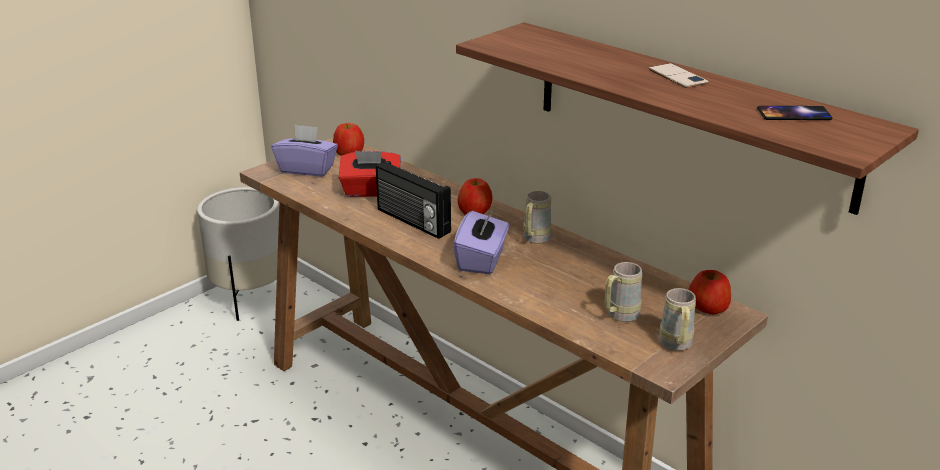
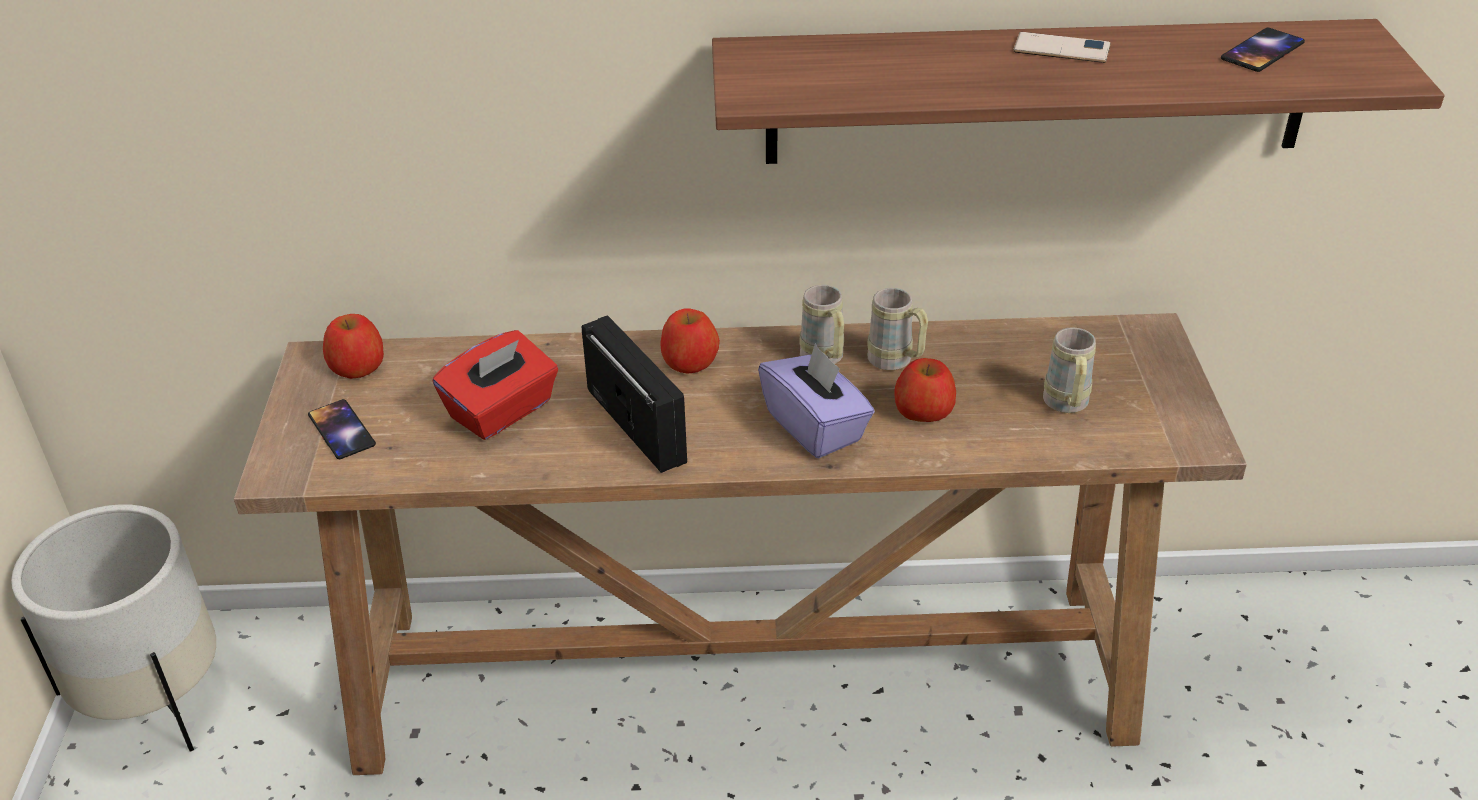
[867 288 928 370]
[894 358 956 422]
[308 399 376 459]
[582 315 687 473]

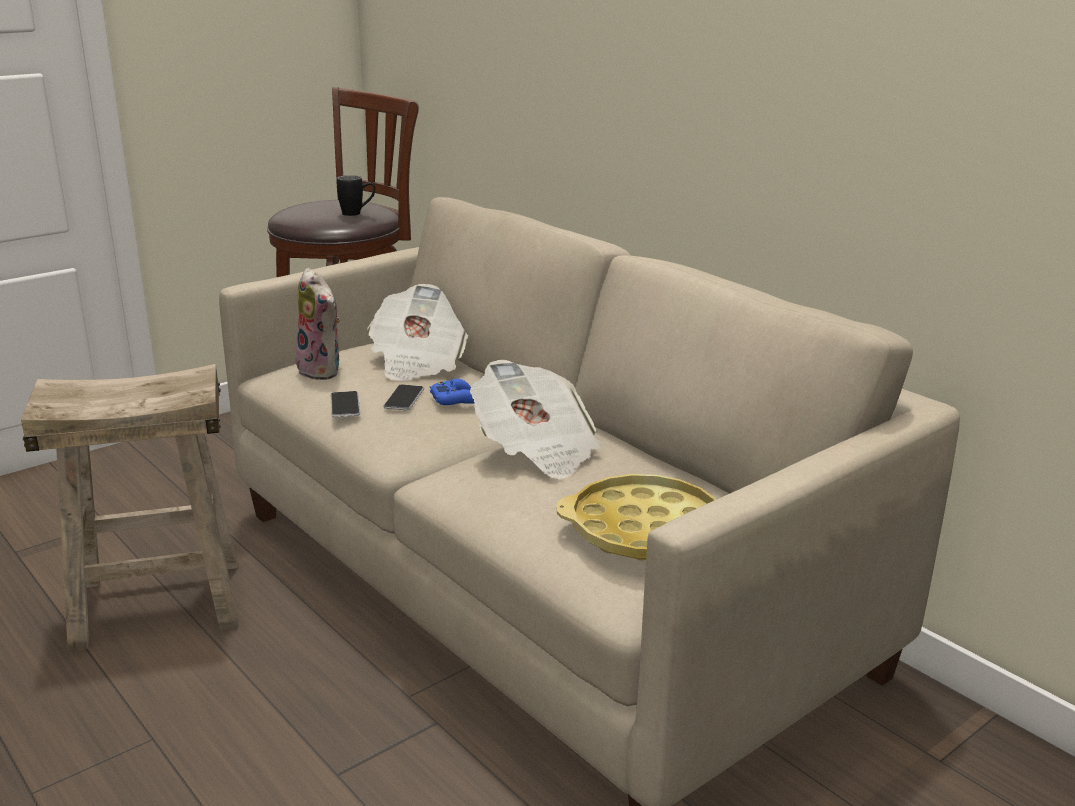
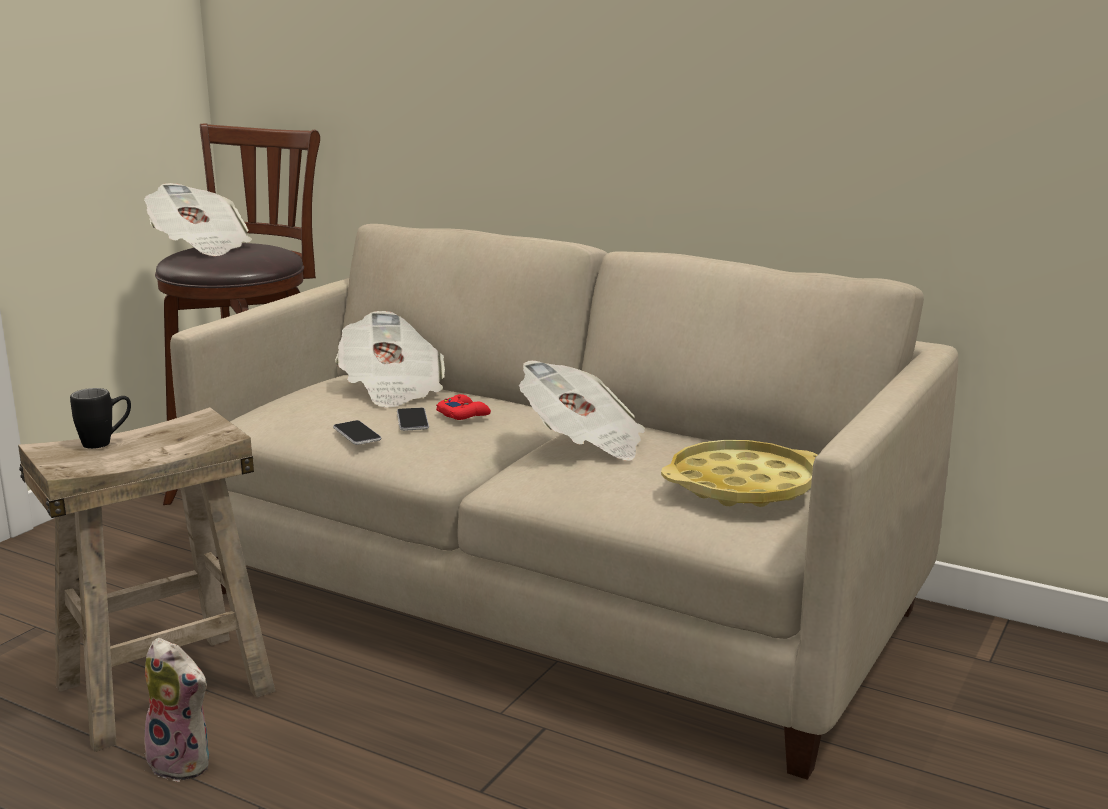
[144 183 252 256]
[144 638 209 782]
[70 388 131 449]
[436 394 491 420]

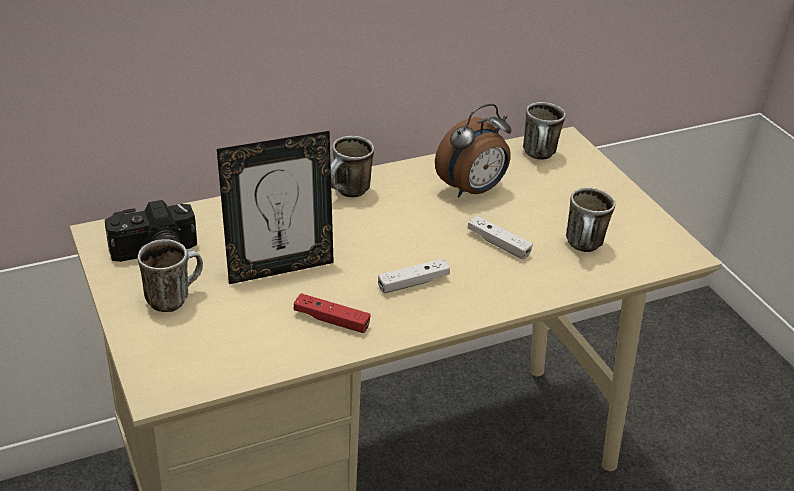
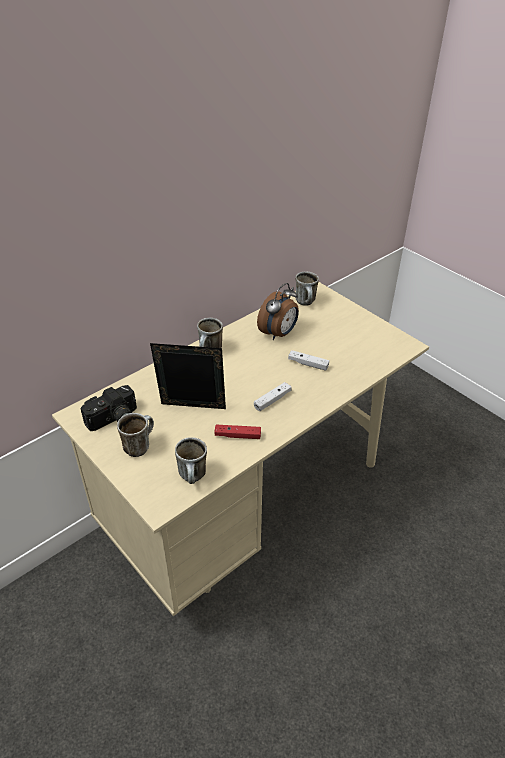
[175 437 207 484]
[150 343 226 409]

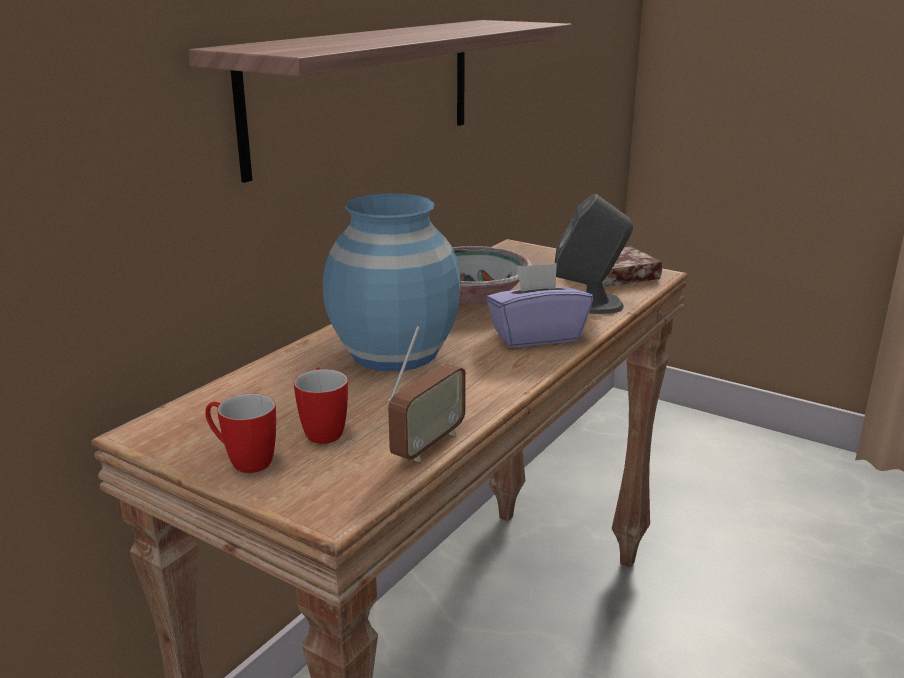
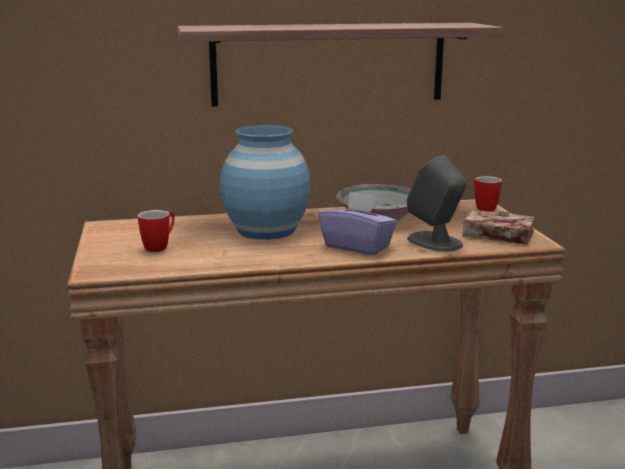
[388 326 466 462] (first image)
[474 176 502 212]

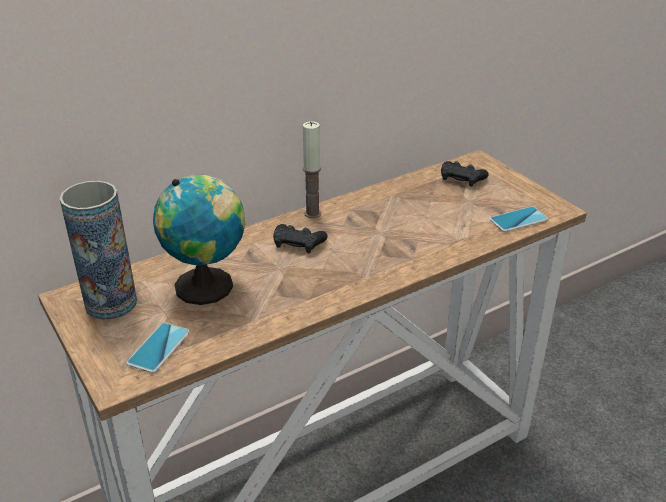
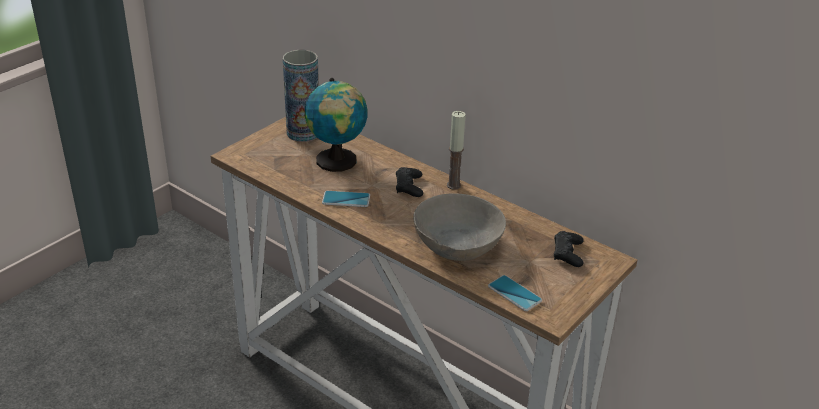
[413 193 506 261]
[322 191 370 207]

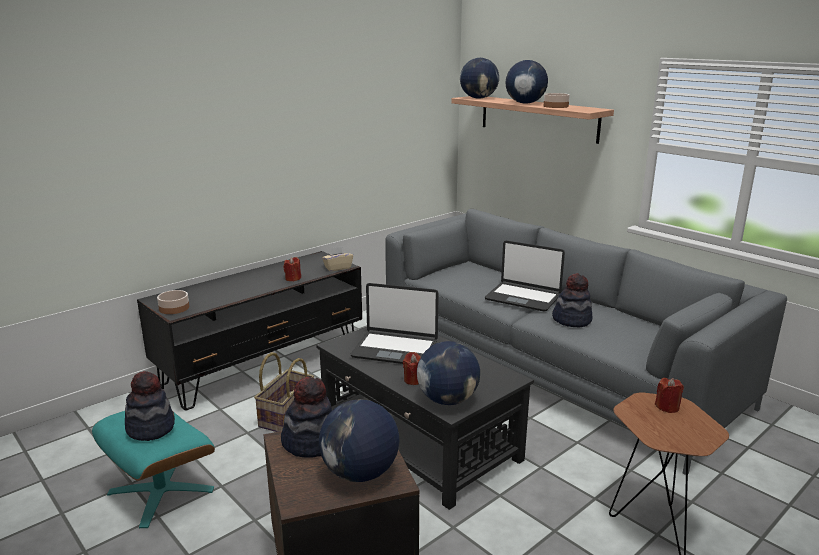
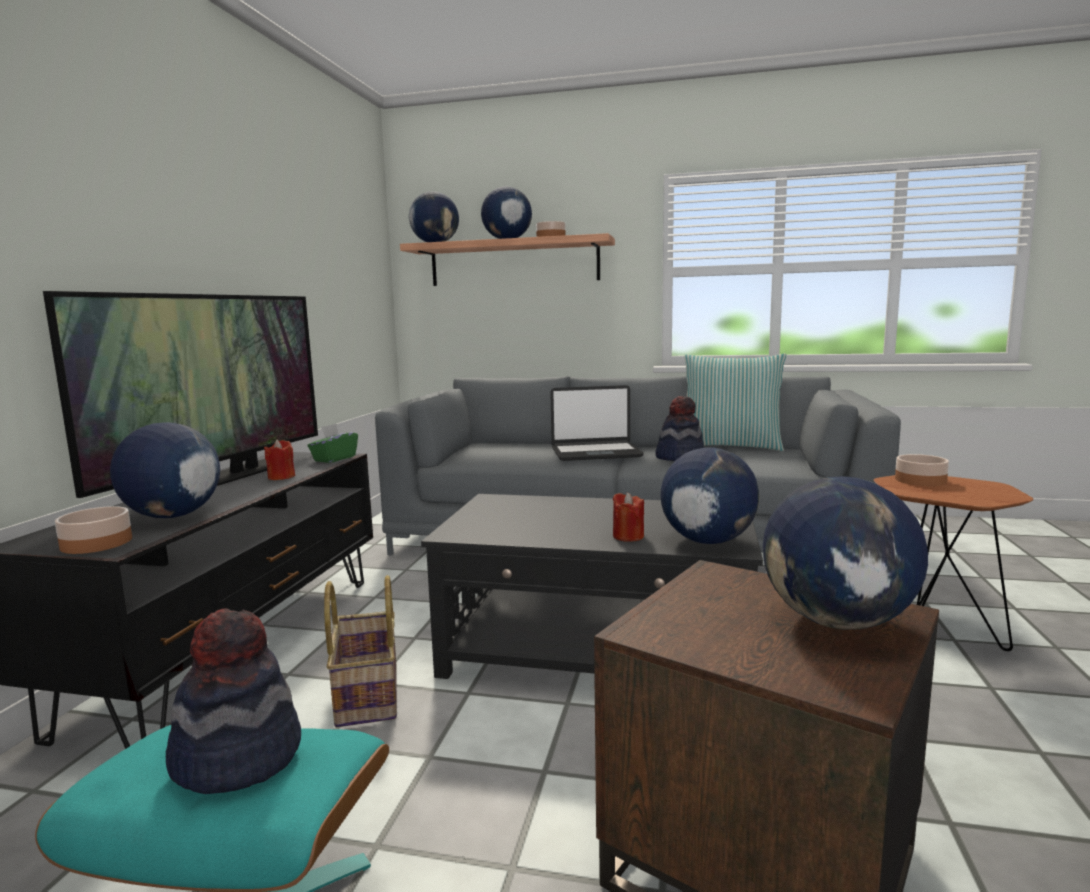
[281 377 332 458] (first image)
[351 283 439 364] (first image)
[43 291 318 498]
[110 422 220 518]
[684 354 786 451]
[895 454 949 486]
[308 424 358 463]

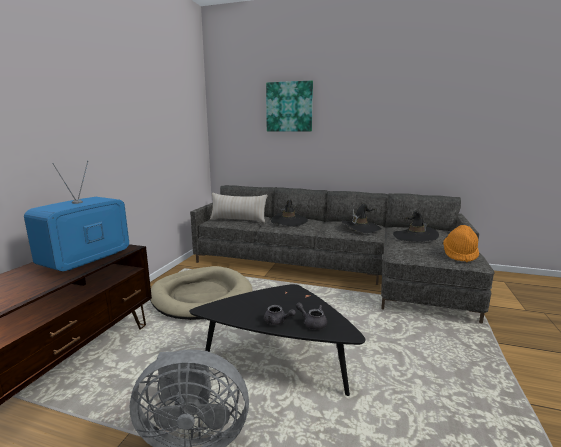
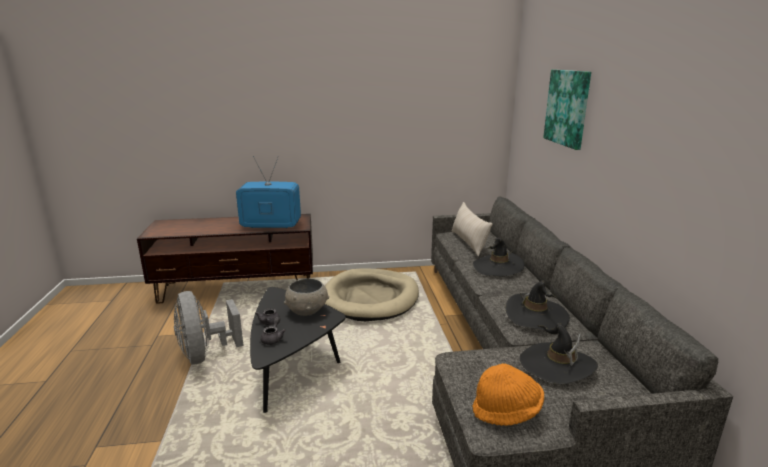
[284 279 329 316]

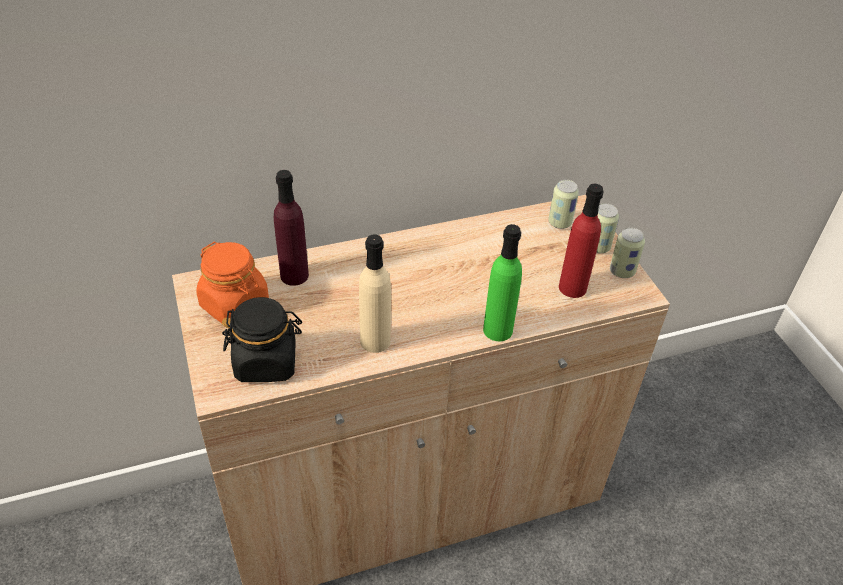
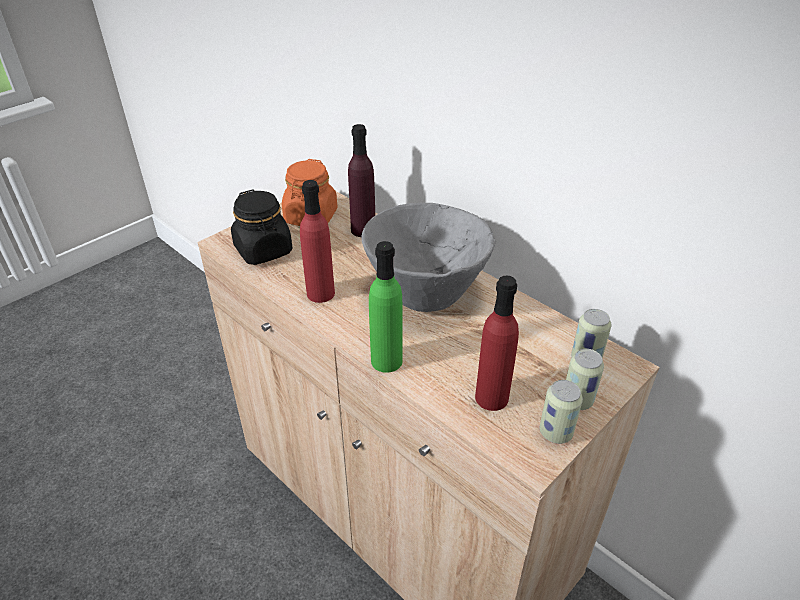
[361 203 496 312]
[300 180 335 303]

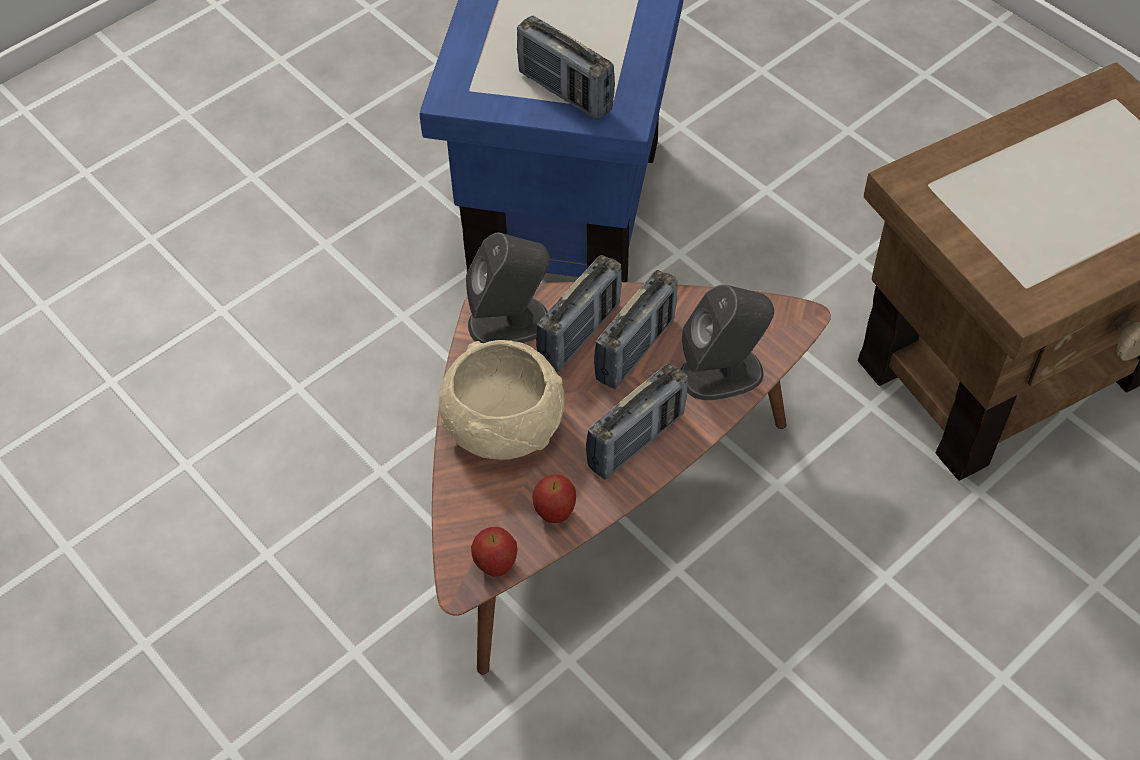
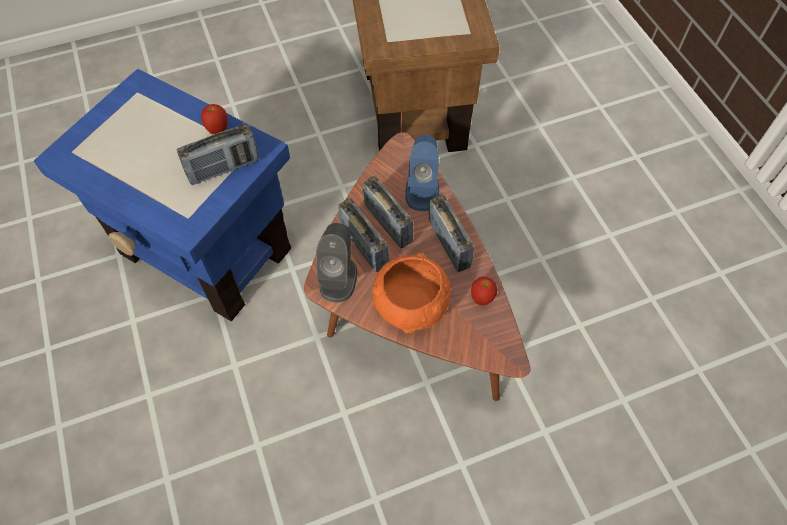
[201 104 228 135]
[372 253 451 333]
[405 134 439 211]

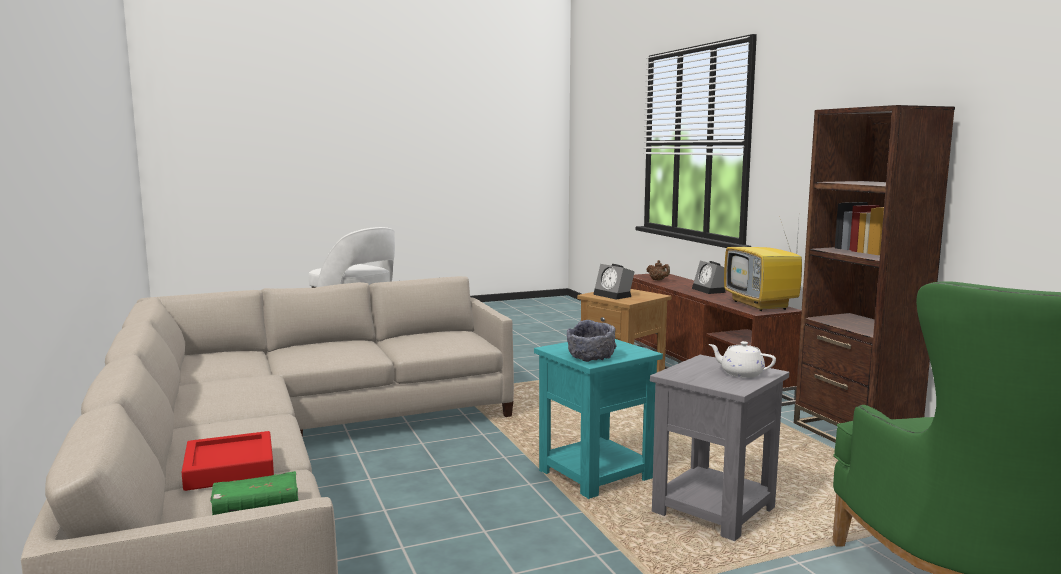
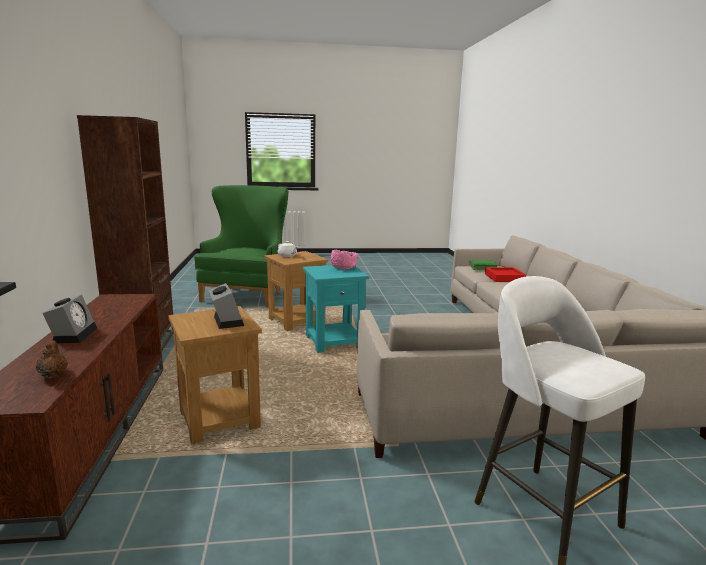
[724 219 802 311] (first image)
[331 250 358 270]
[265 251 328 331]

